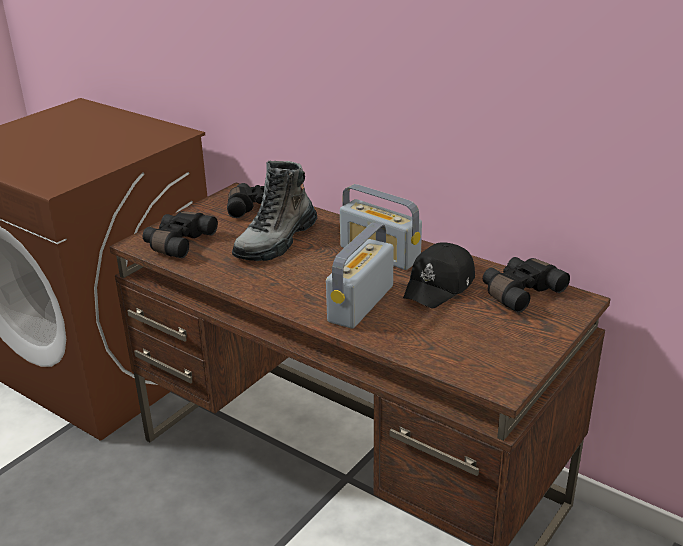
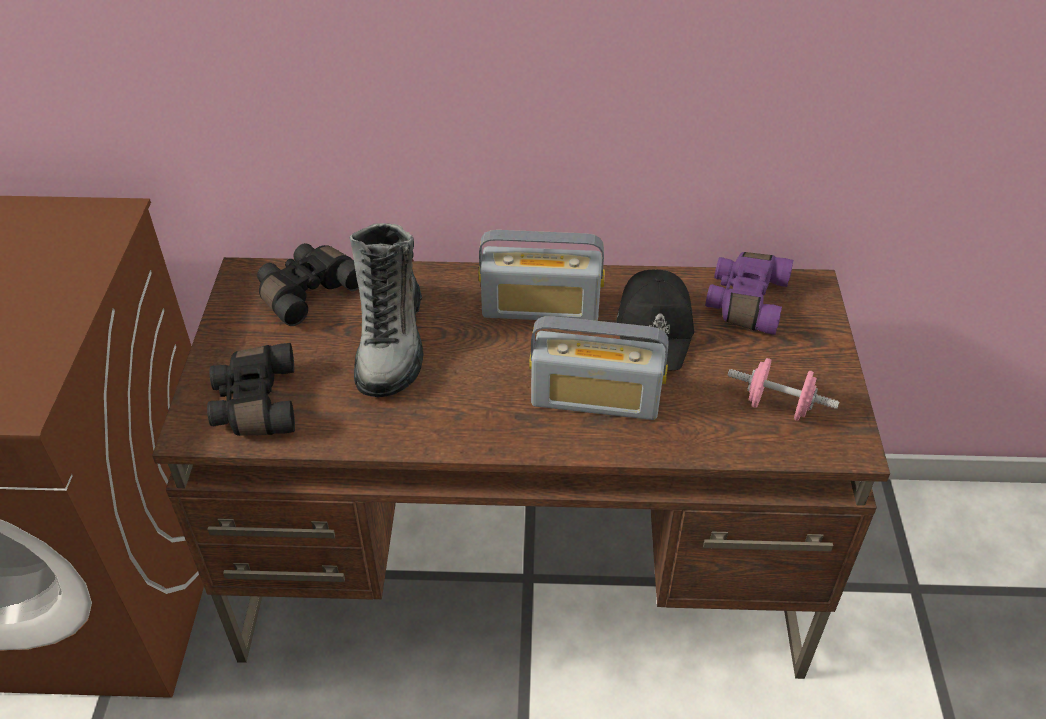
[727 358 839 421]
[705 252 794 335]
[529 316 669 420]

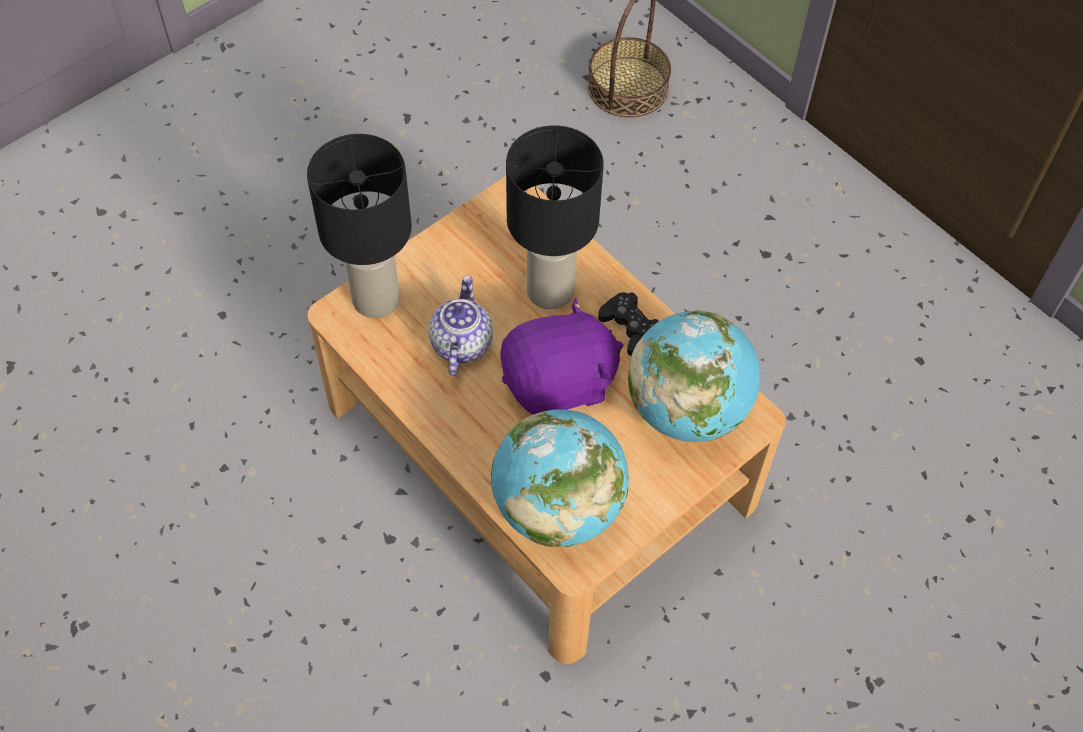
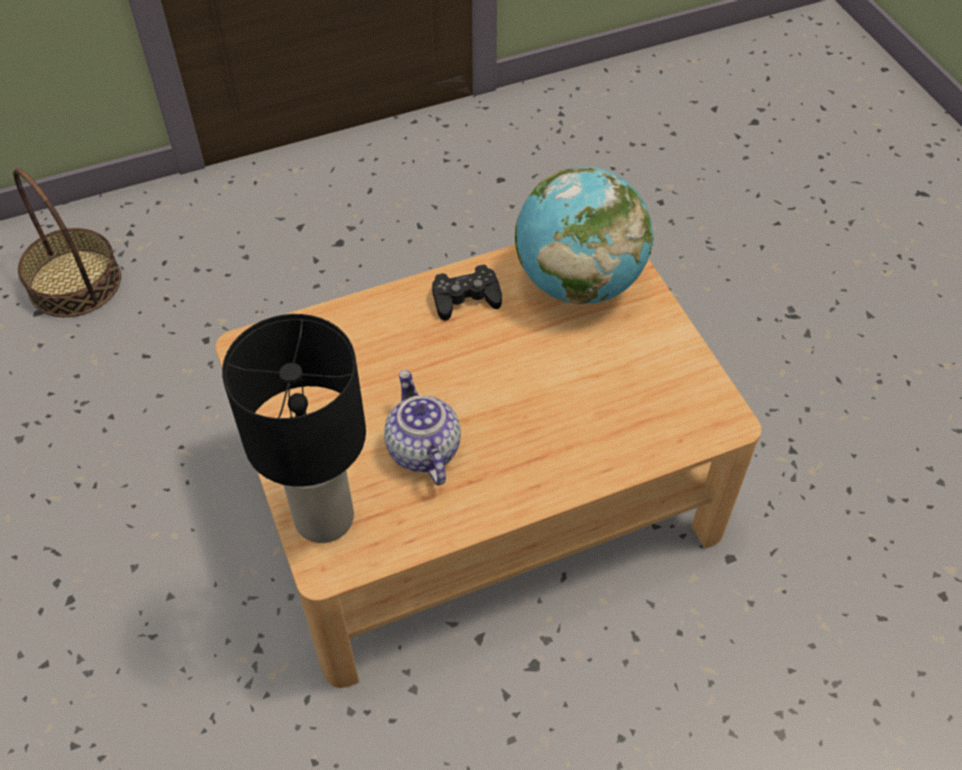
[491 409 629 547] (first image)
[500 298 623 415] (first image)
[506 125 604 310] (first image)
[384 370 461 485]

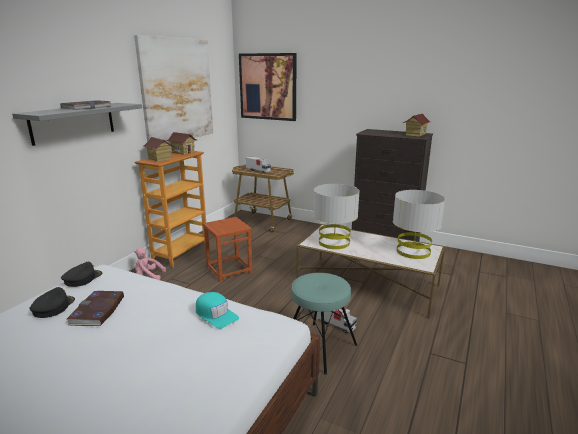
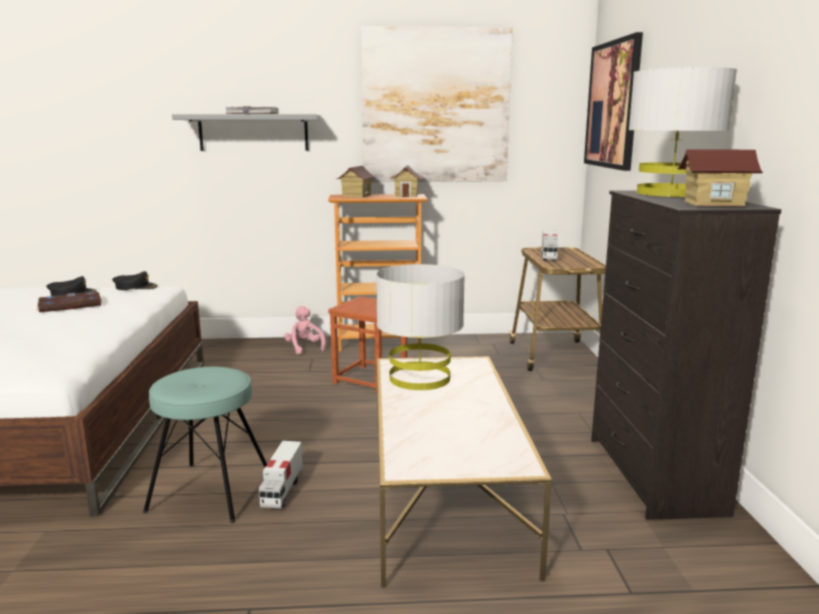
[196 292 239 329] (first image)
[629 67 737 197]

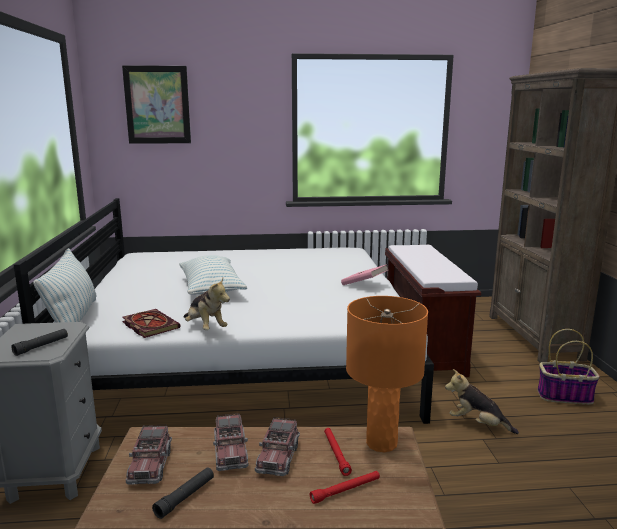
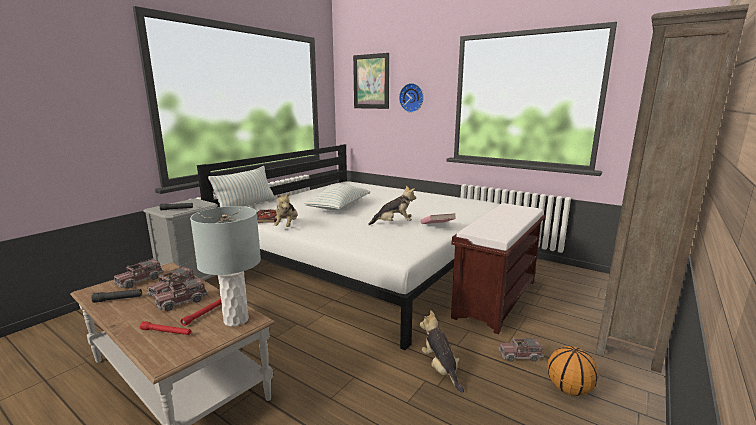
[368 185 416 225]
[399 83 424 113]
[498 338 544 362]
[547 346 599 396]
[190 206 261 327]

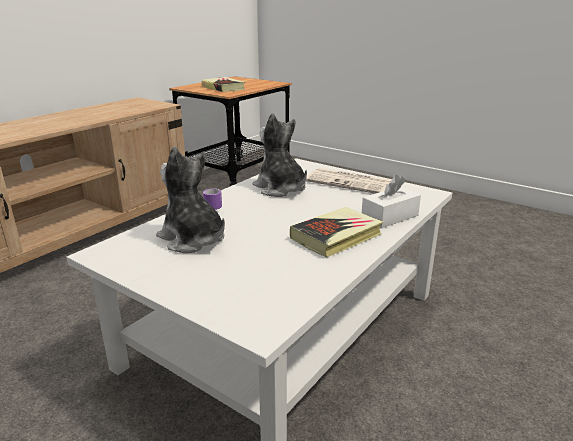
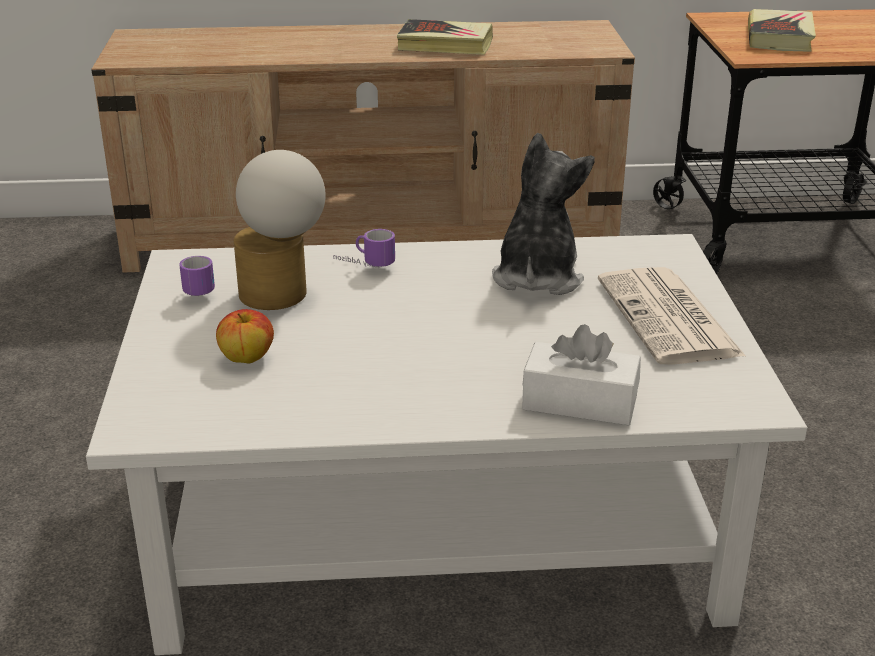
[179 256 215 296]
[216 309 274 363]
[397 19 493 55]
[234 150 326 310]

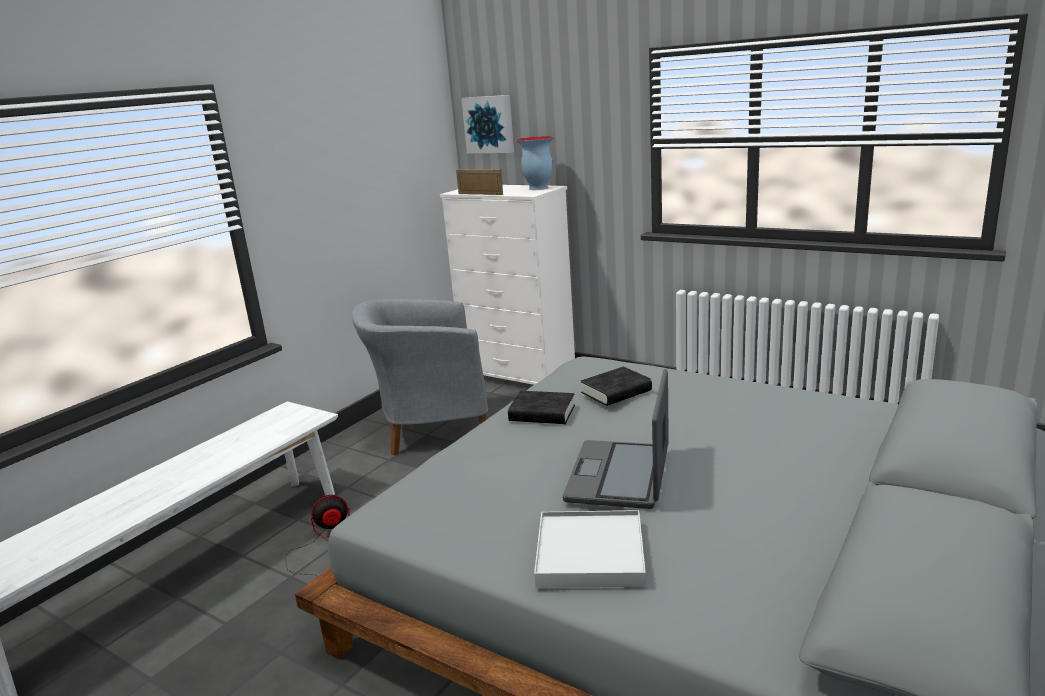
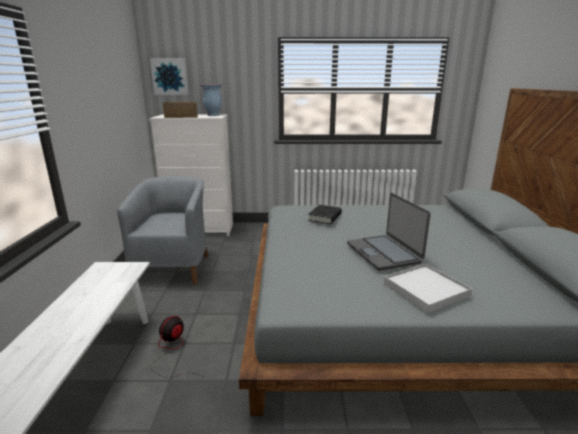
[508 391 575 424] (first image)
[117 176 209 285]

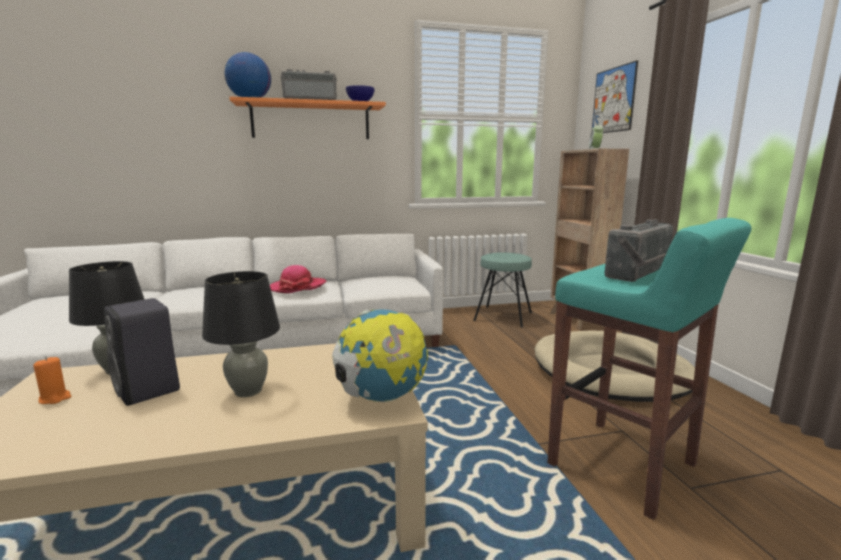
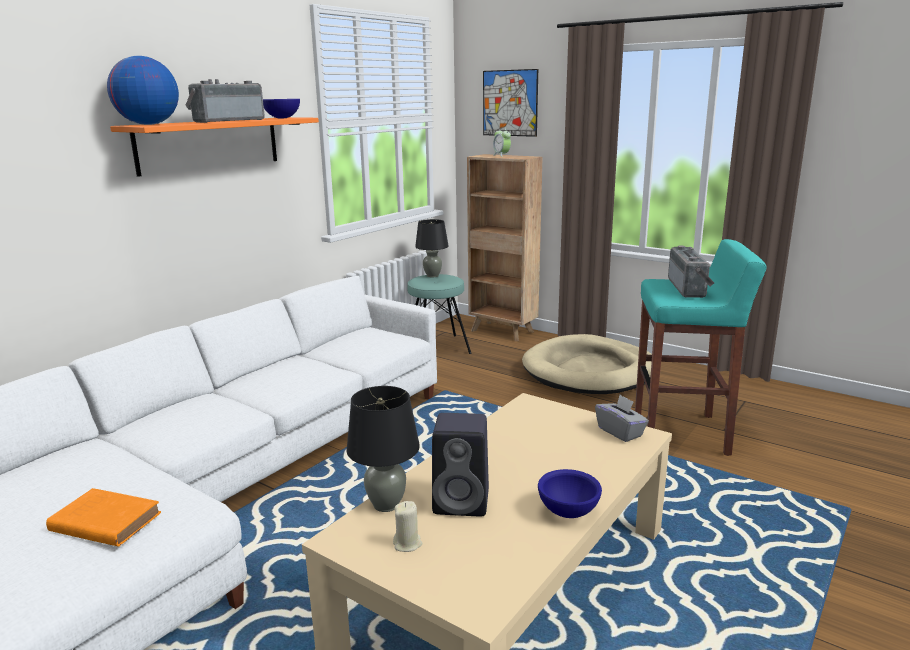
[270 265 326 293] (first image)
[46 488 161 547]
[538 469 602 518]
[415 219 448 277]
[595 395 649 442]
[393 501 422 552]

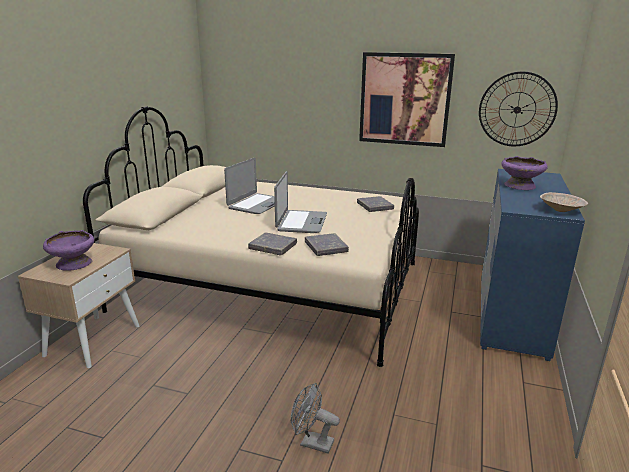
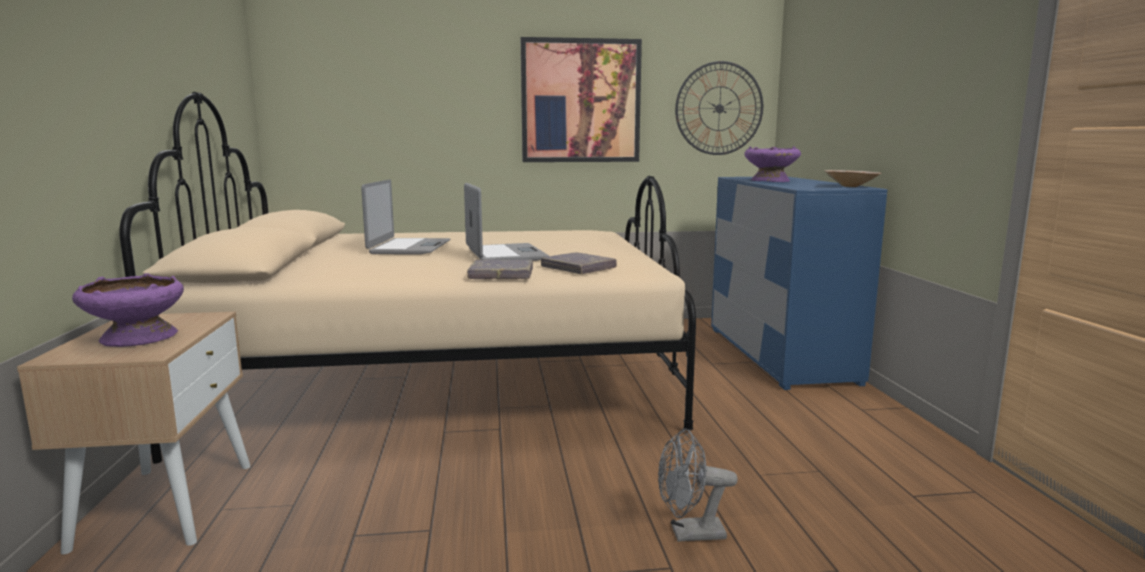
[357 196 394 212] (first image)

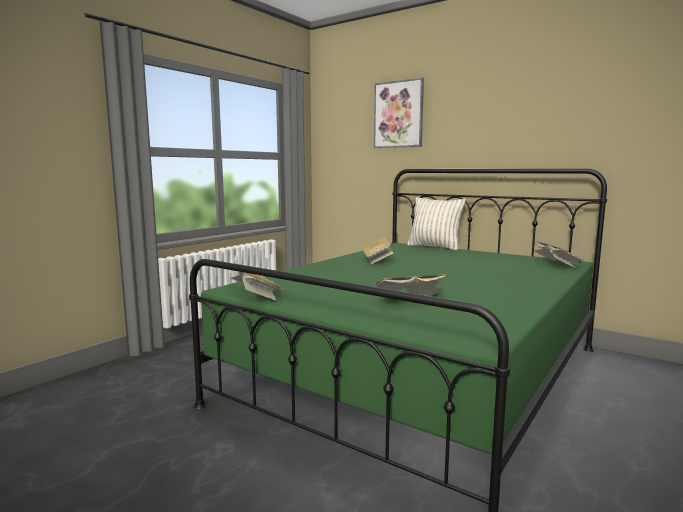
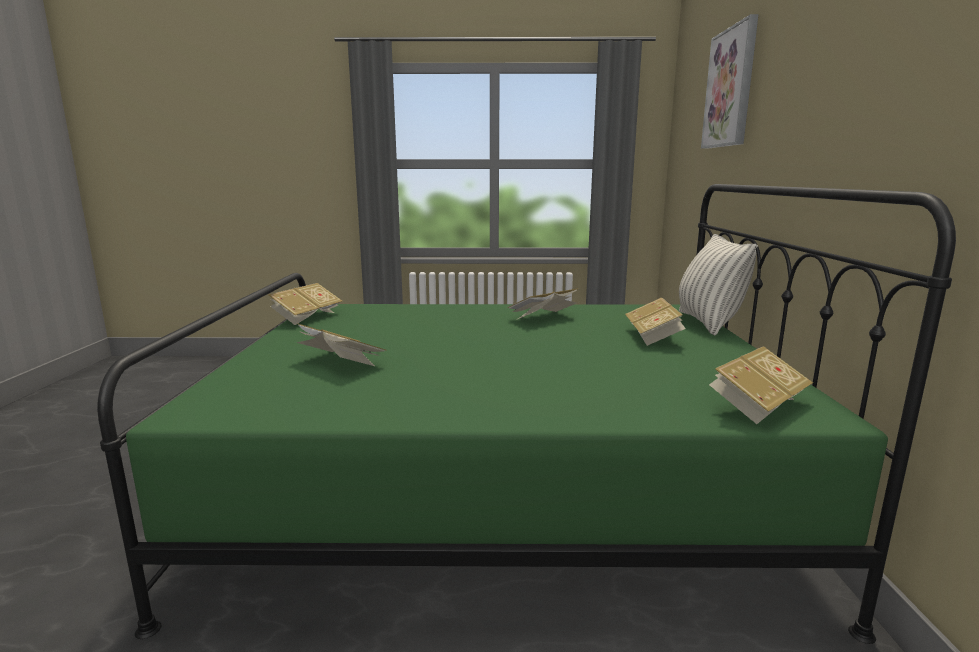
[625 297 686 346]

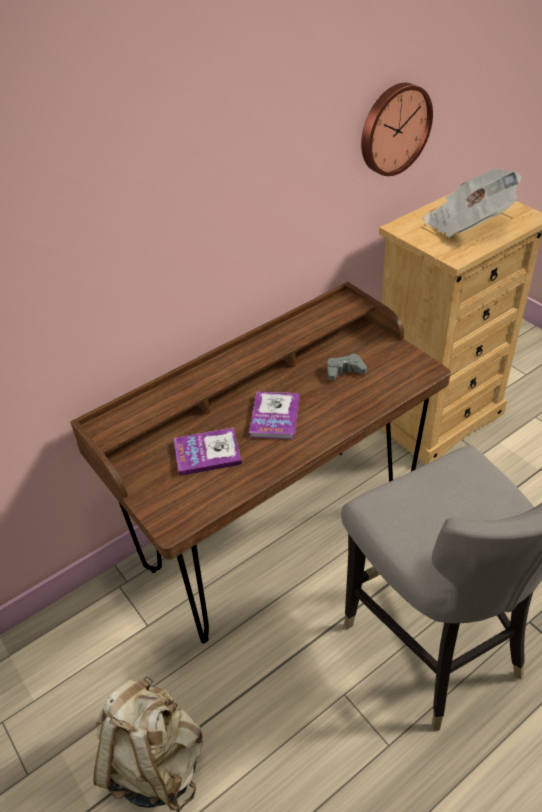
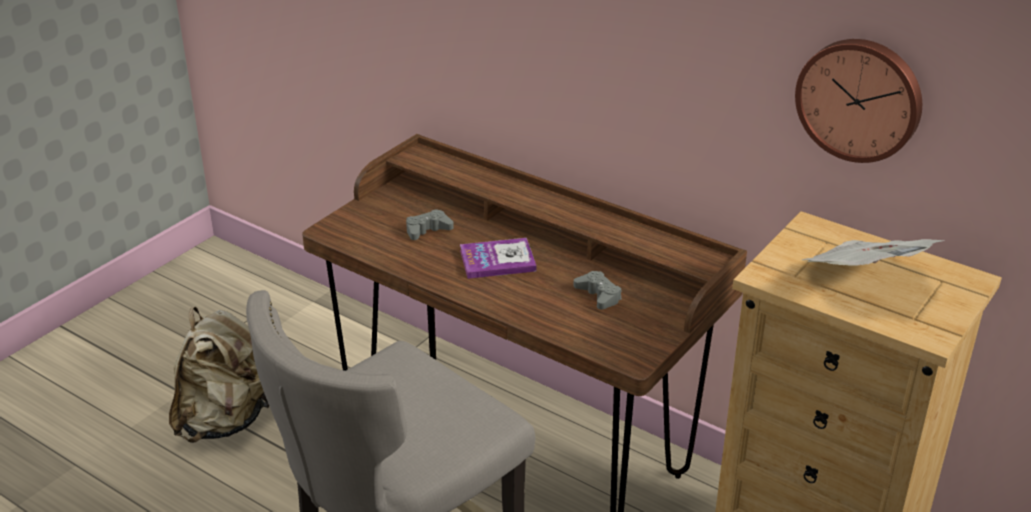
[406 209 454 240]

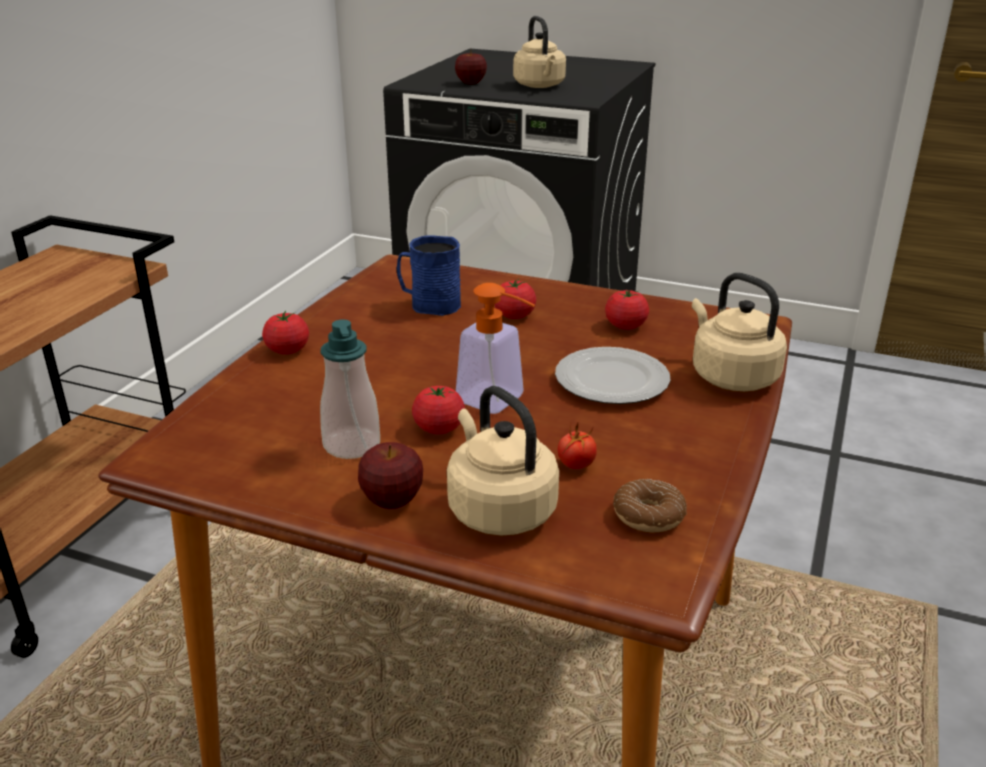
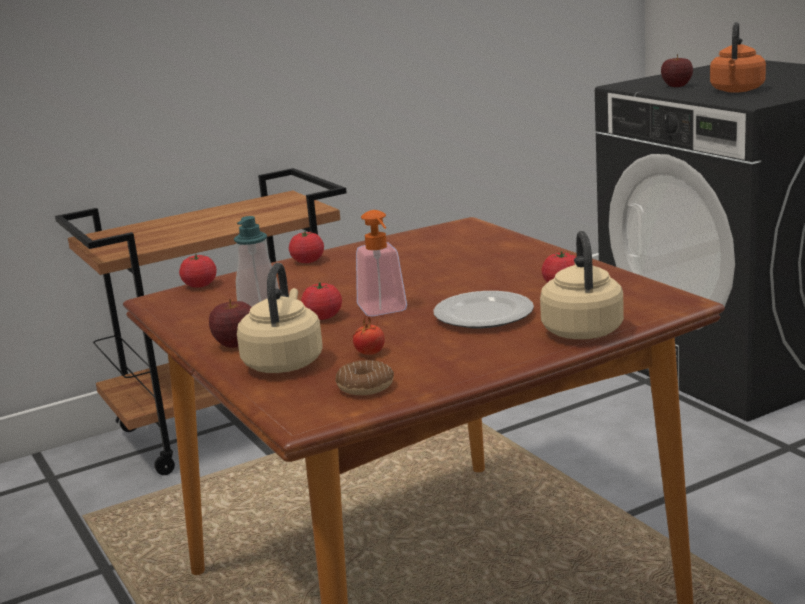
[397 235 461 316] (first image)
[179 254 217 288]
[710 22 766 93]

